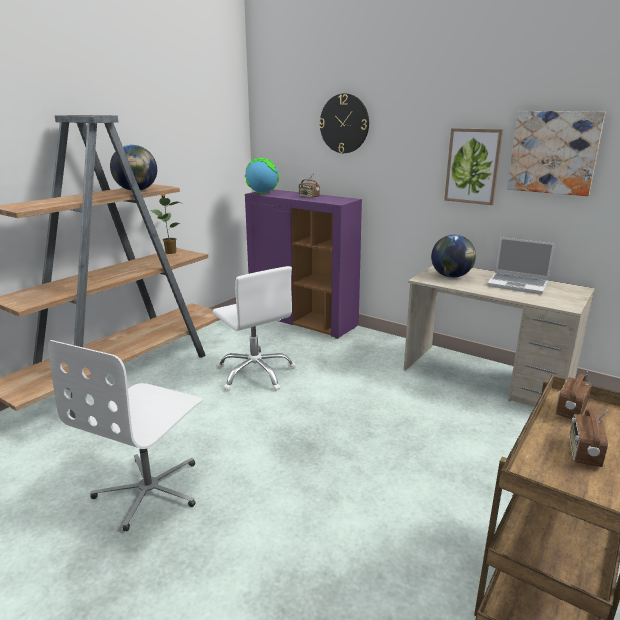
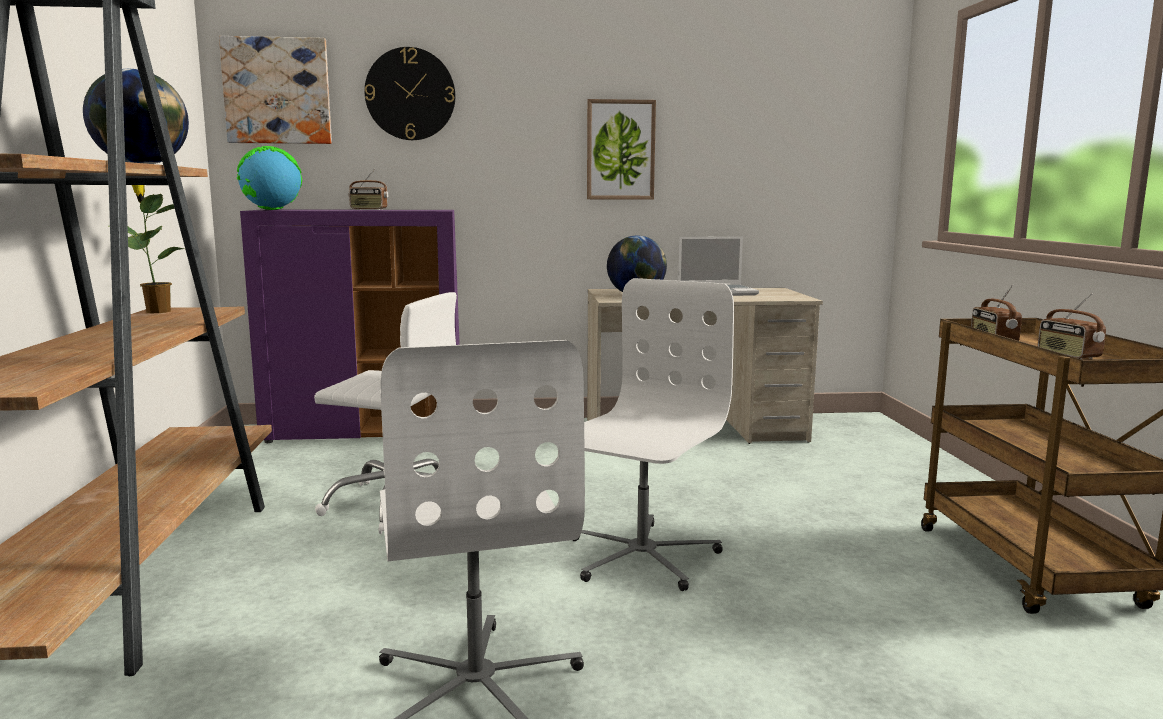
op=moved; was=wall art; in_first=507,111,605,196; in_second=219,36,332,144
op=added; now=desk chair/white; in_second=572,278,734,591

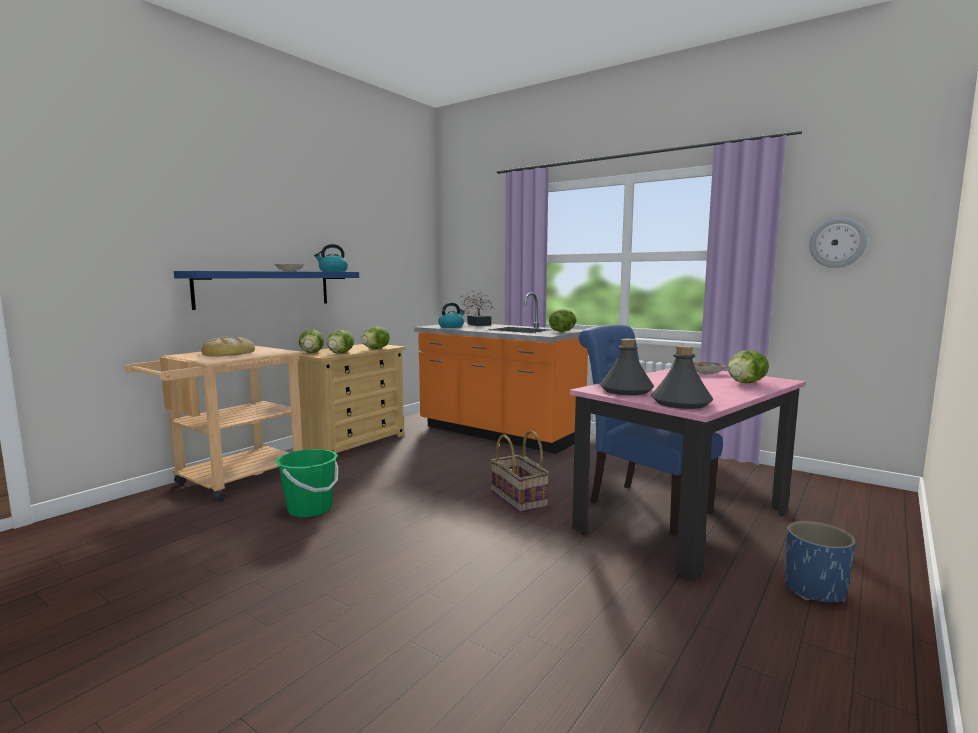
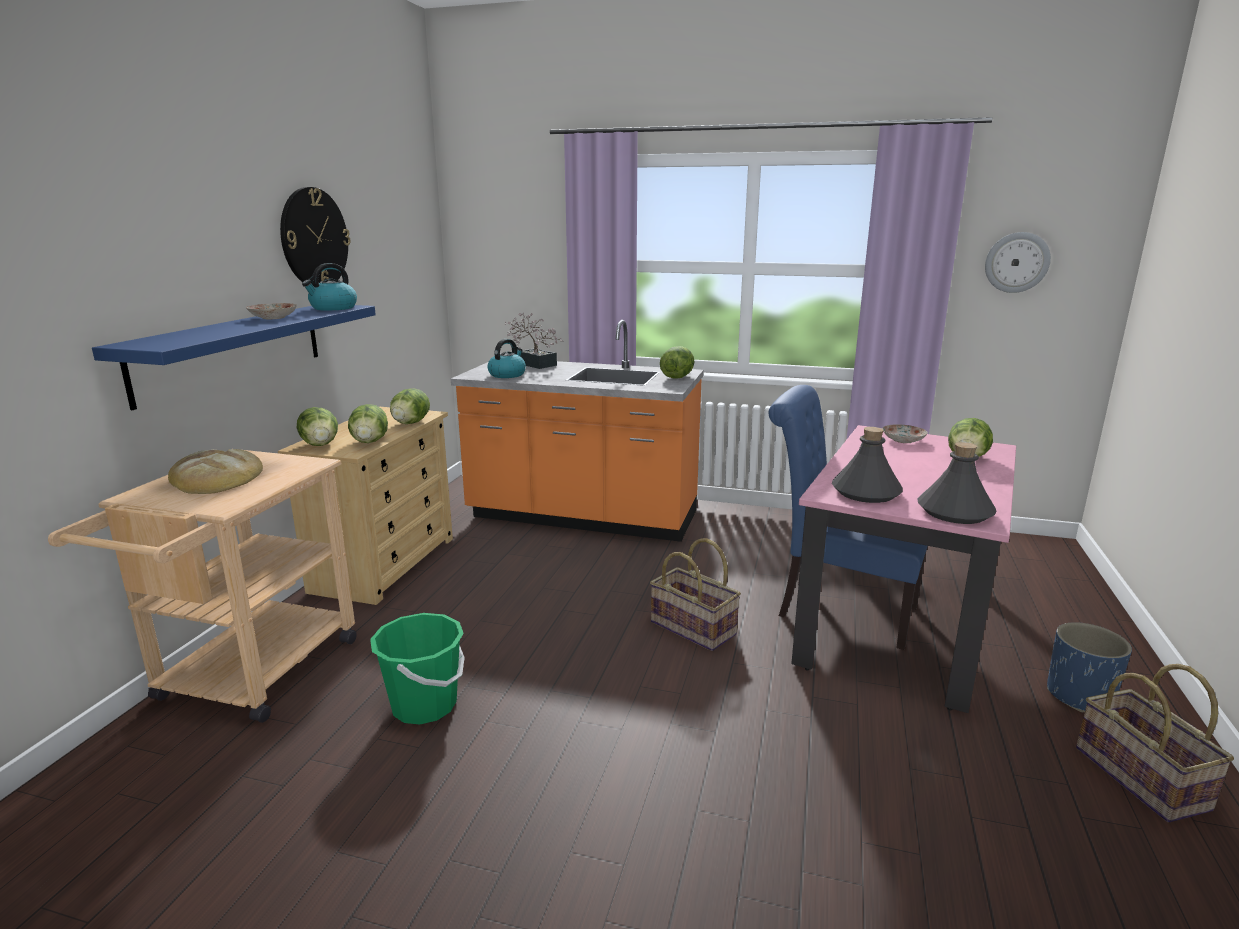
op=added; now=clock on the wall; in_second=280,187,351,286
op=added; now=storage basket; in_second=1076,664,1234,822

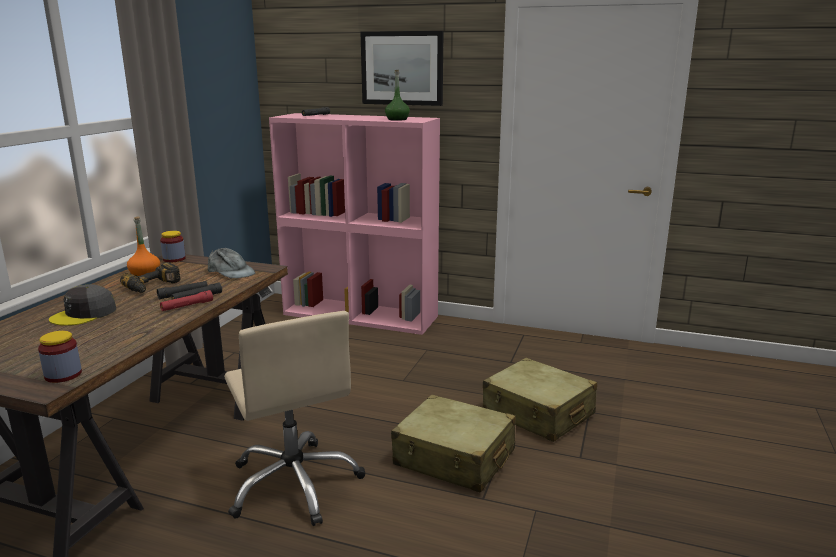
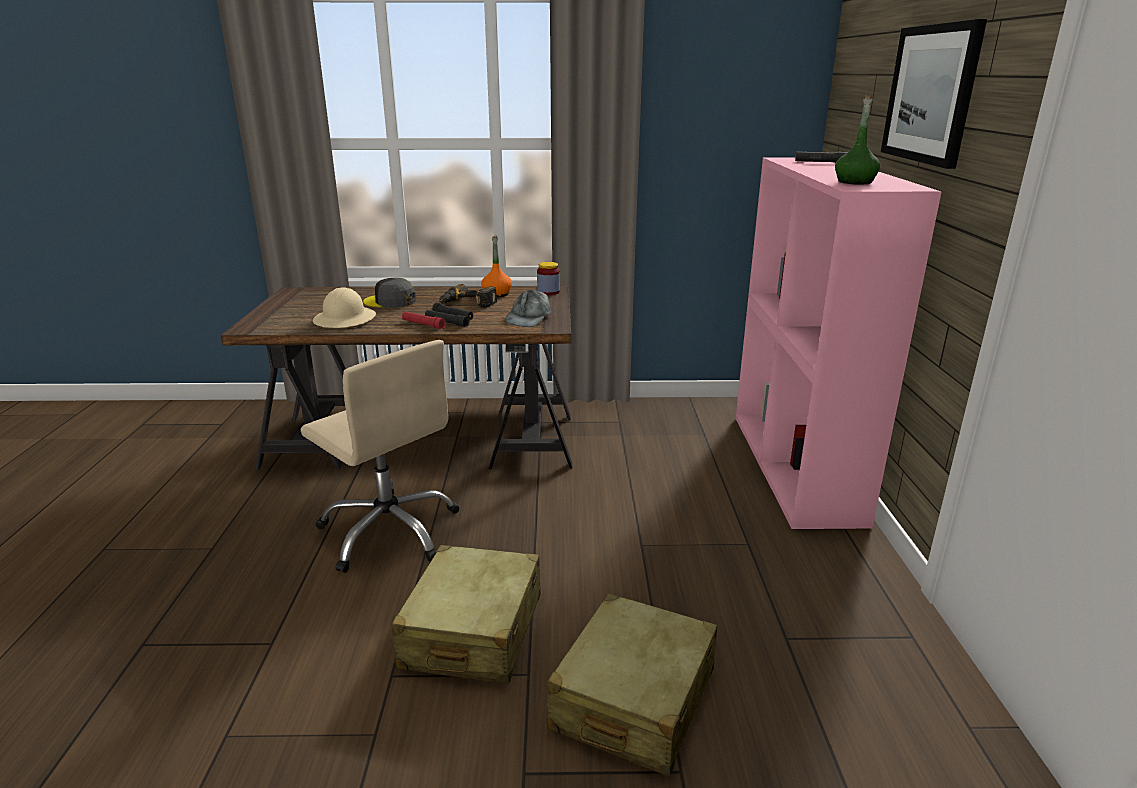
op=turned; was=desk chair/beige-coloured; in_first=224,311,365,526; in_second=301,340,459,573; clockwise=-90
op=added; now=work helmet/beige-coloured; in_second=313,287,376,328
op=removed; was=storage jar; in_first=38,331,82,383

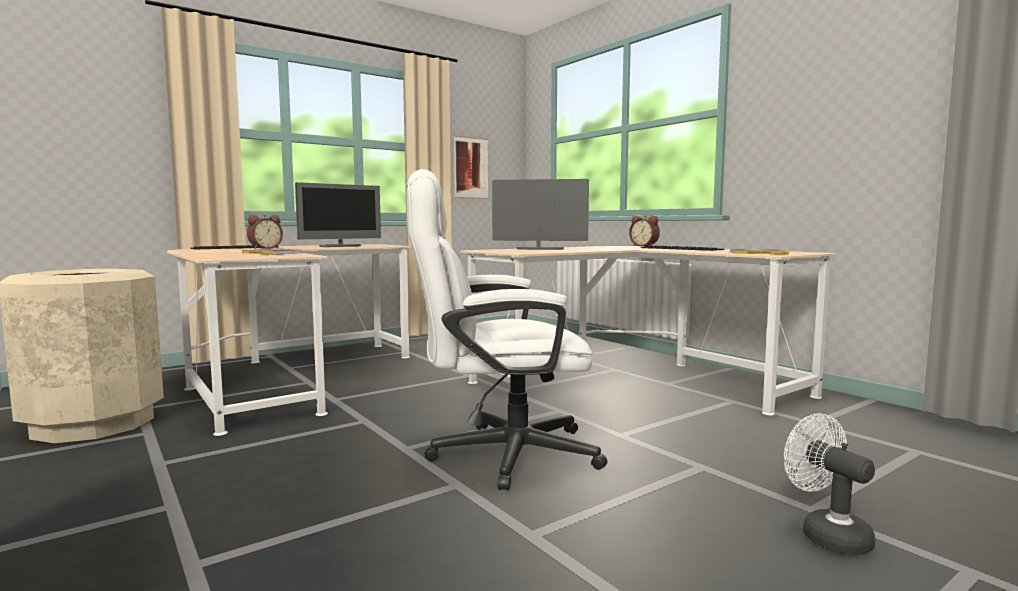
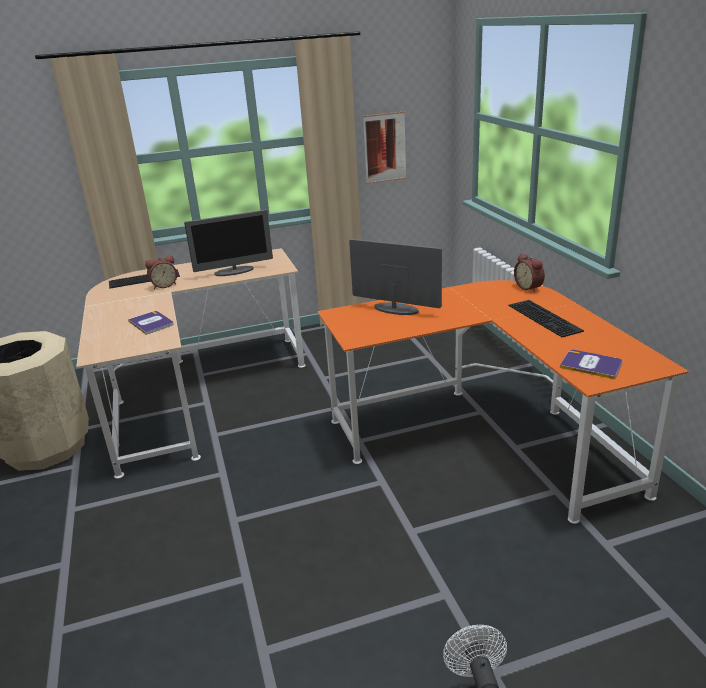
op=recoloured; was=desk table/beige-coloured; now=desk table/orange-coloured; in_first=461,246,837,416; in_second=318,280,689,524
op=removed; was=desk chair/white; in_first=406,169,607,491

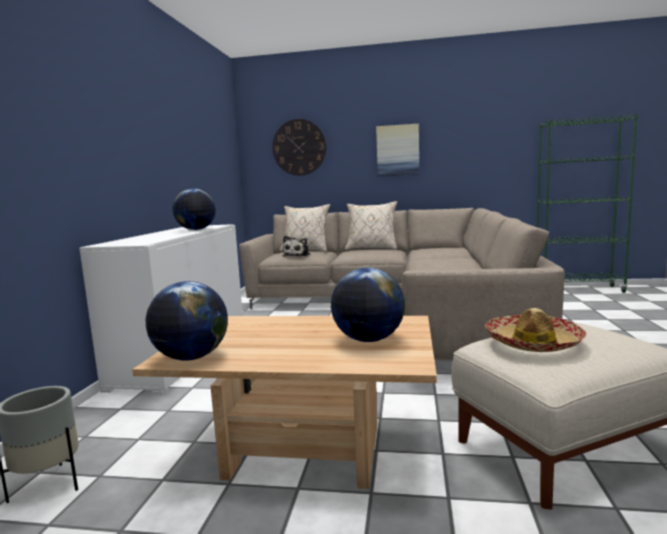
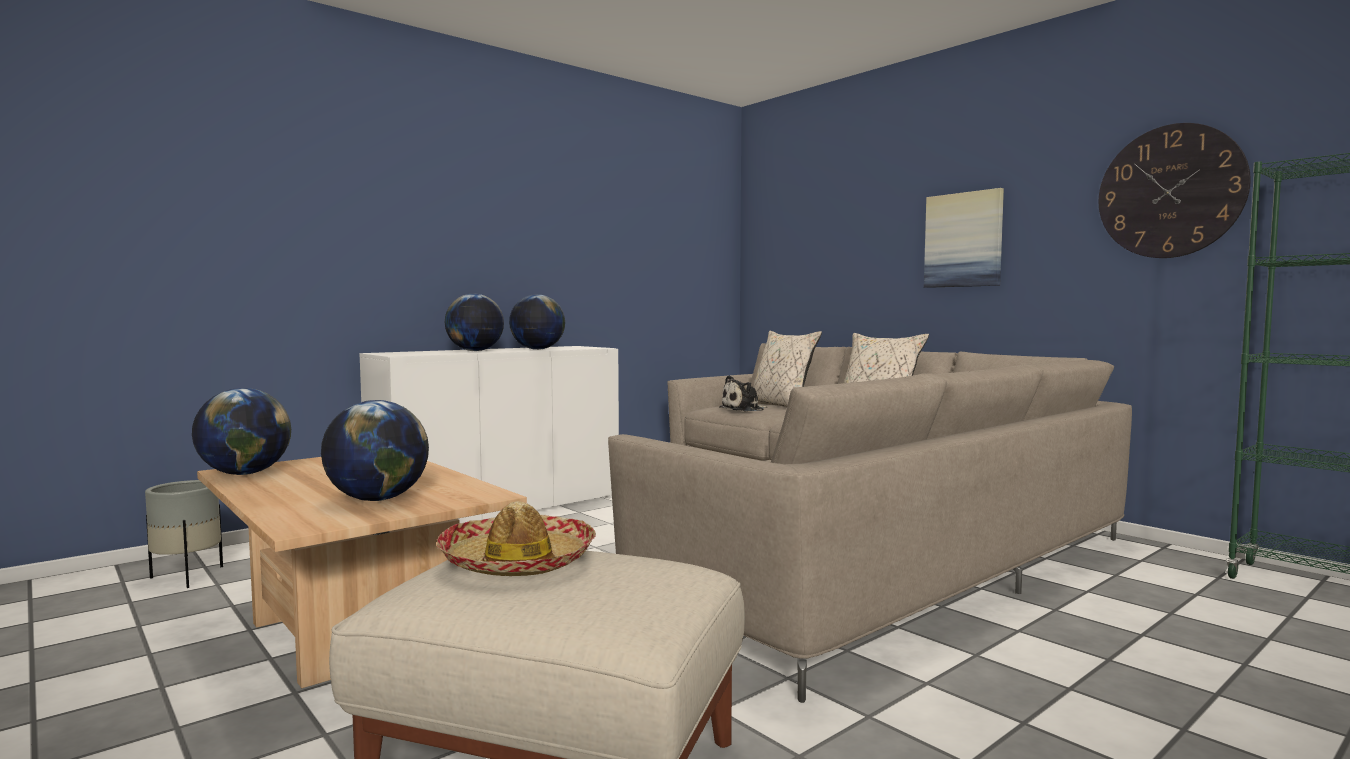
op=added; now=globe; in_second=445,294,504,351
op=moved; was=clock on the wall; in_first=272,119,326,176; in_second=1098,123,1251,258

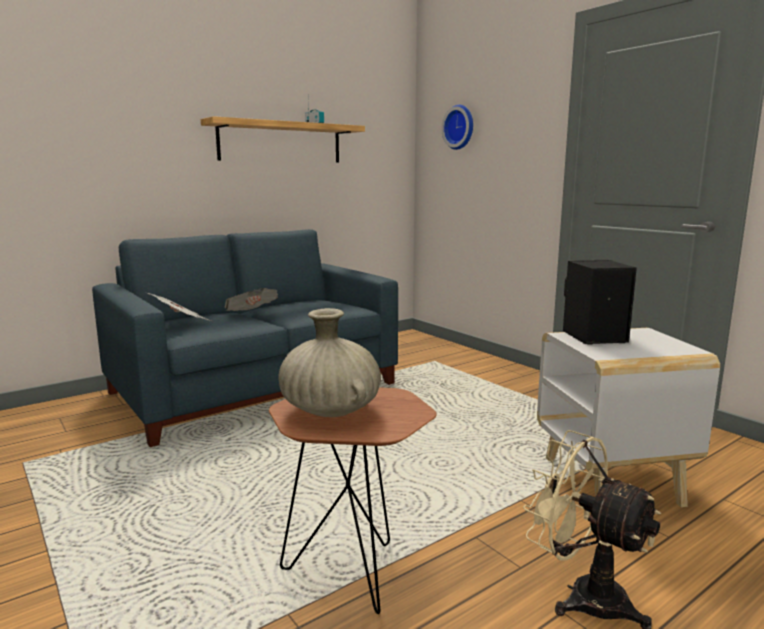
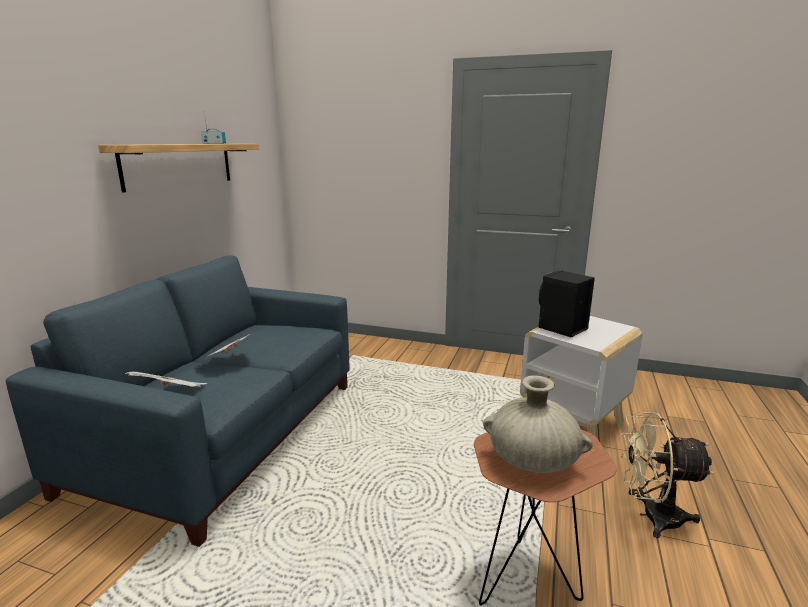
op=removed; was=clock on the wall; in_first=442,105,473,150

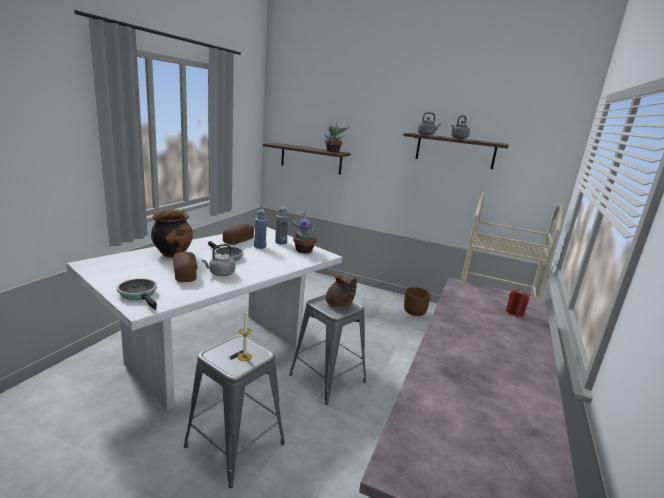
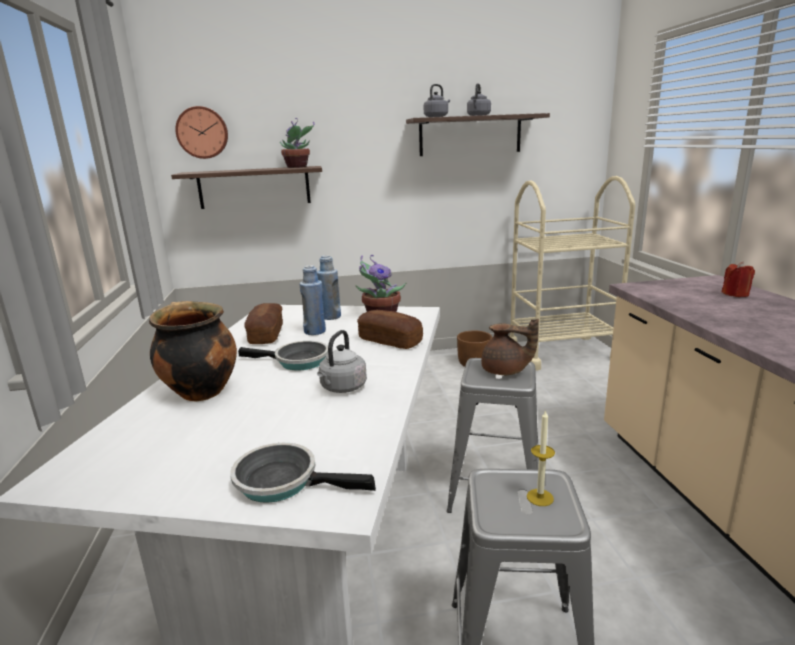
op=added; now=clock on the wall; in_second=175,106,228,159
op=moved; was=baked bread; in_first=173,252,198,282; in_second=357,310,423,349

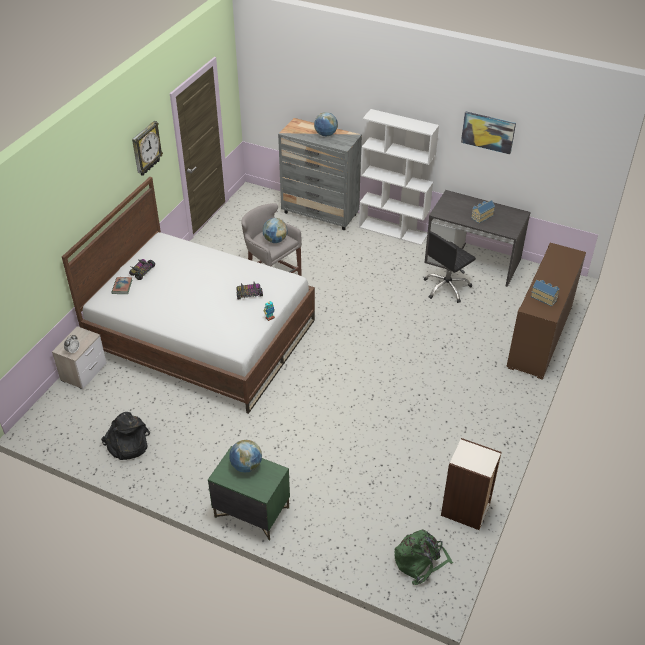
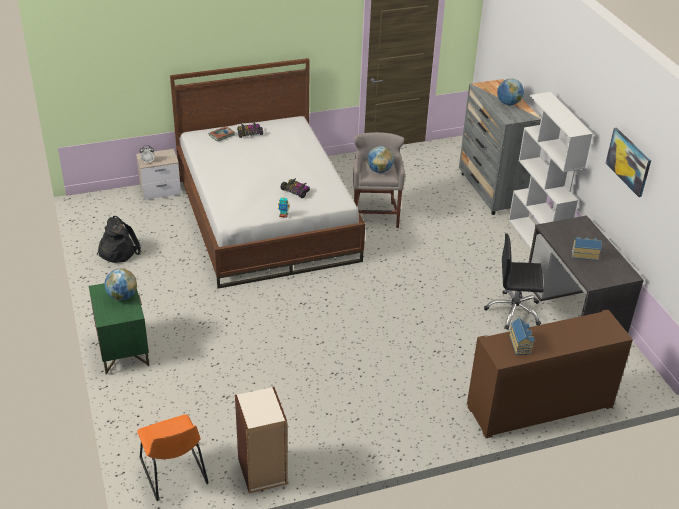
op=replaced; was=rucksack/greenish; now=plain chair/orange-coloured; in_first=394,530,453,585; in_second=137,414,209,501
op=removed; was=clock on the wall; in_first=132,121,163,176

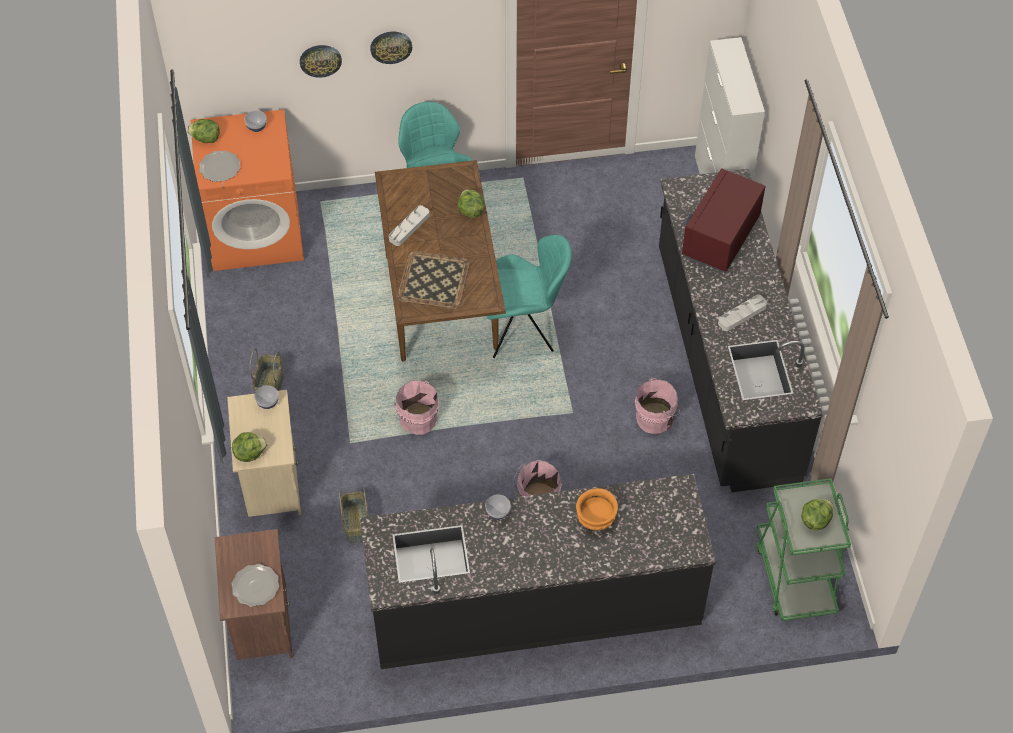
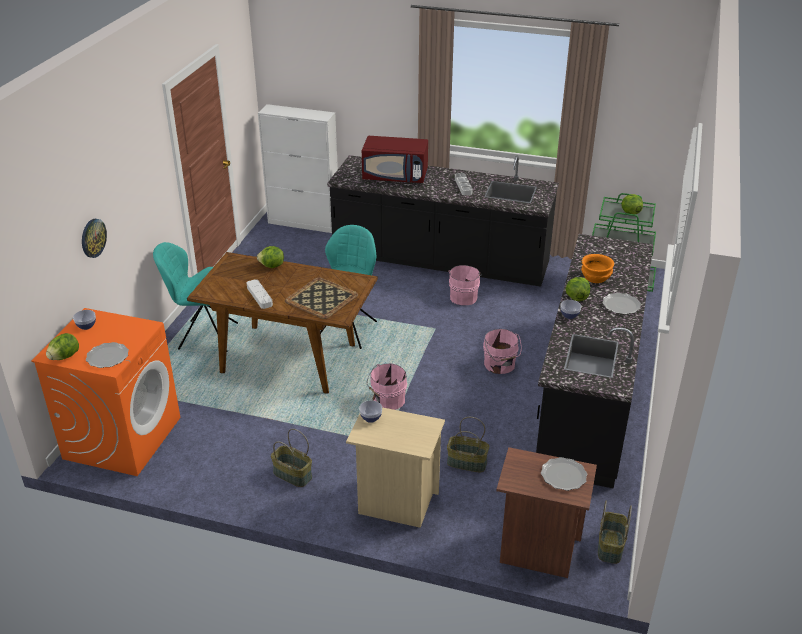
op=turned; was=kitchen microwave/reddish; in_first=682,168,765,273; in_second=362,136,428,183; clockwise=-45
op=moved; was=head of lettuce; in_first=232,432,267,462; in_second=565,277,590,301
op=added; now=storage basket; in_second=598,501,632,564
op=added; now=flat dish; in_second=602,293,641,314
op=removed; was=clock on the wall; in_first=370,31,412,64

